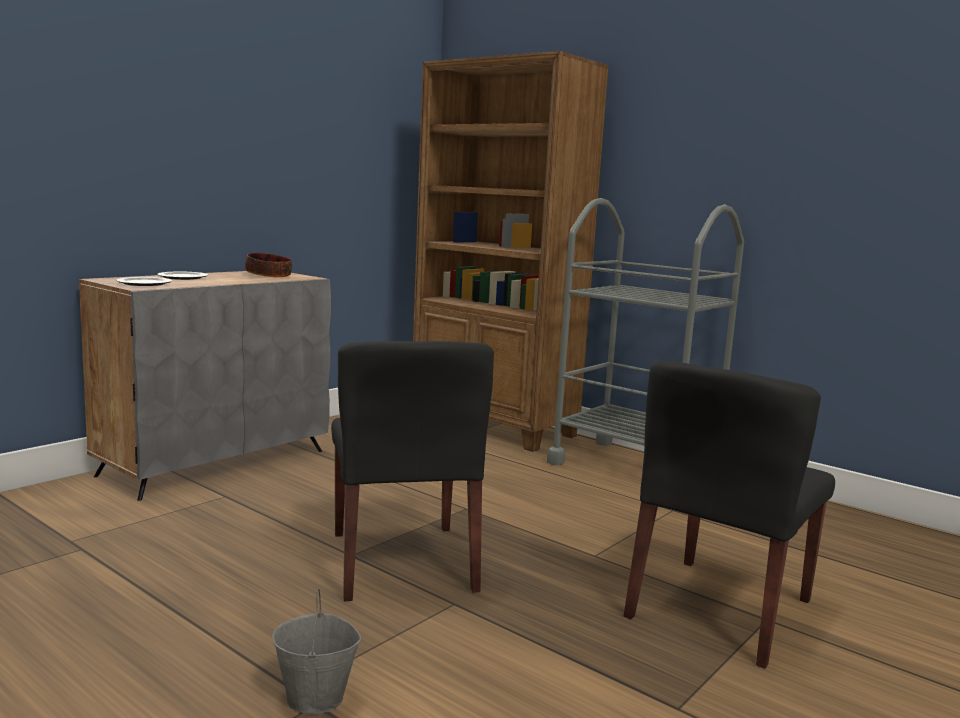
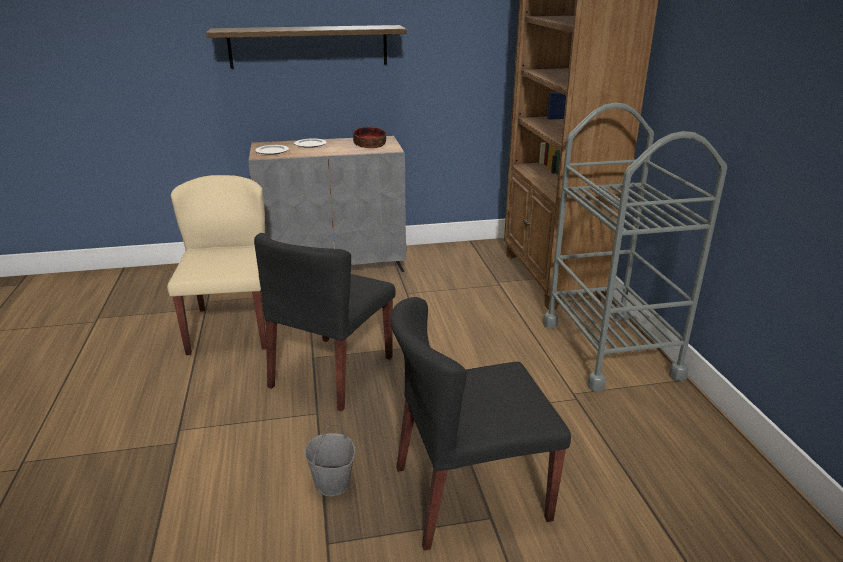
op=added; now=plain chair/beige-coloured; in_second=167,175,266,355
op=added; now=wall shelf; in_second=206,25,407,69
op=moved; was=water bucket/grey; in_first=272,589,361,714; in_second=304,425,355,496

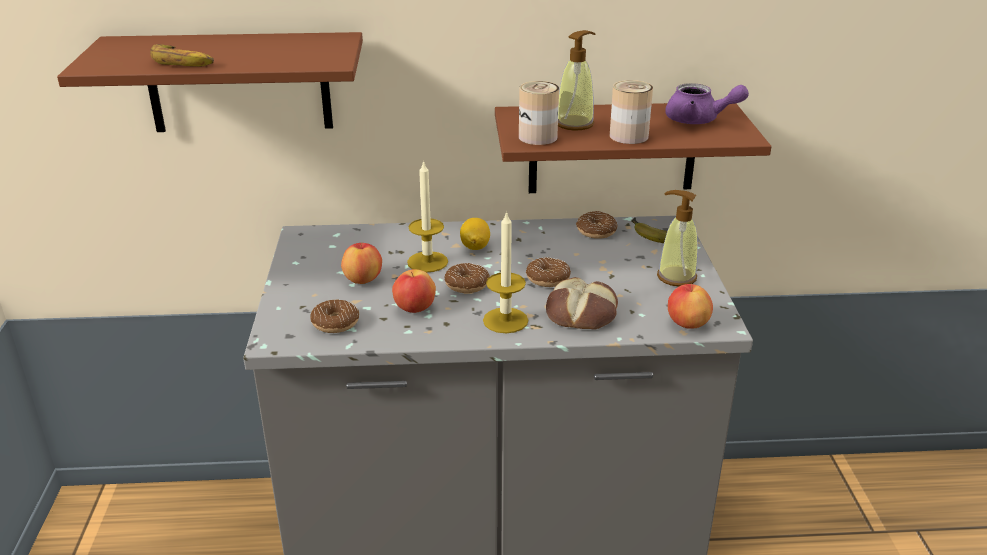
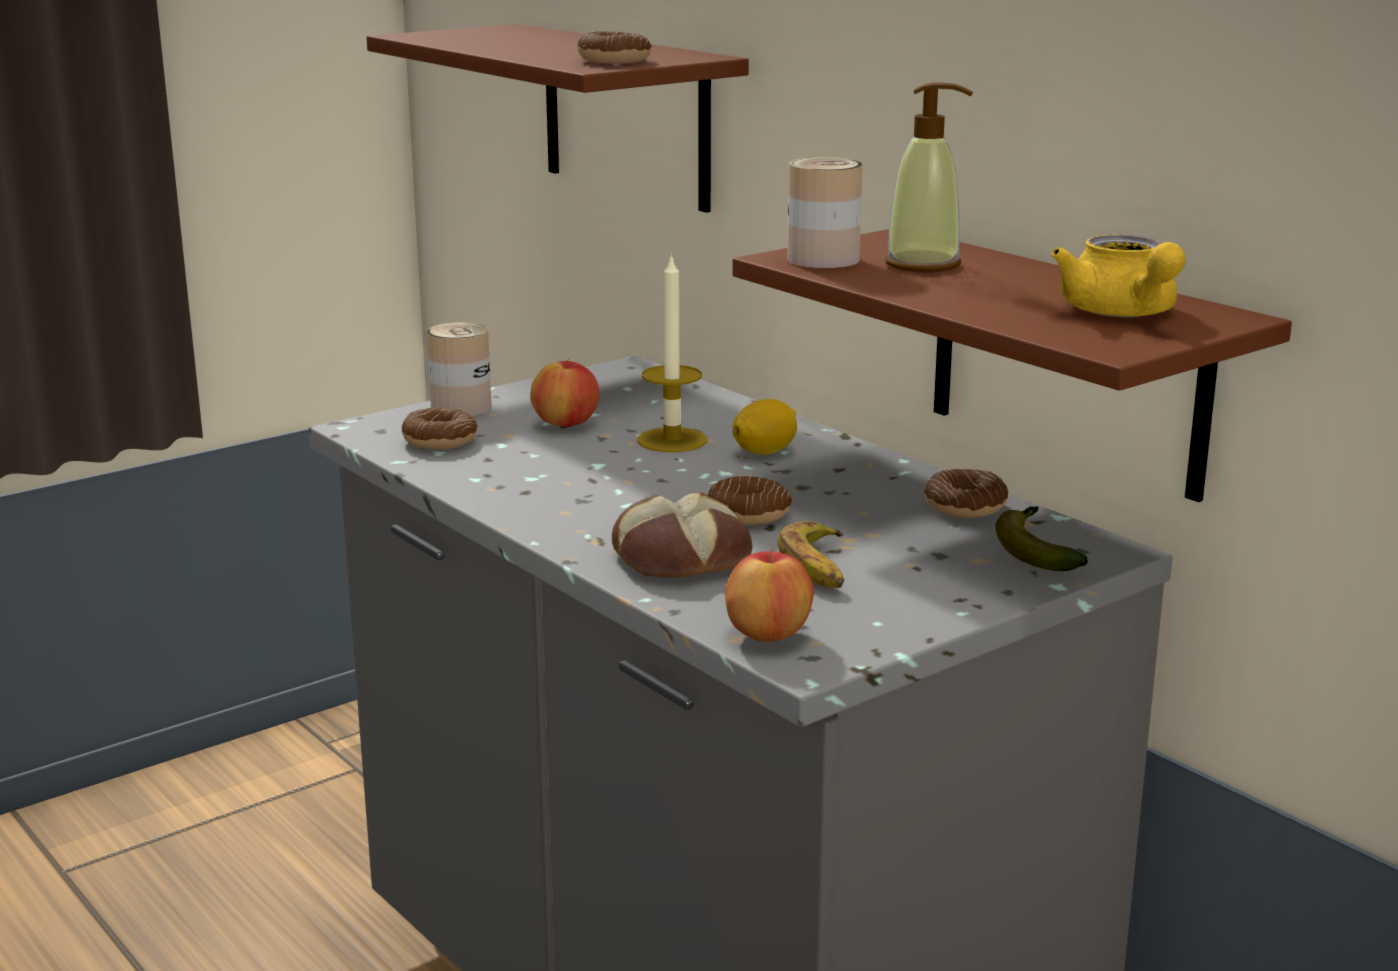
op=moved; was=can; in_first=610,80,653,144; in_second=427,322,492,416
op=moved; was=ring doughnut; in_first=444,263,490,293; in_second=577,31,652,64
op=moved; was=banana; in_first=150,44,214,67; in_second=778,521,844,588
op=recoloured; was=teapot/purple-coloured; now=teapot/yellow; in_first=665,83,749,124; in_second=1051,235,1186,317
op=removed; was=apple; in_first=392,269,436,313
op=removed; was=candle; in_first=483,211,528,333
op=removed; was=liquid soap bottle; in_first=657,190,698,287

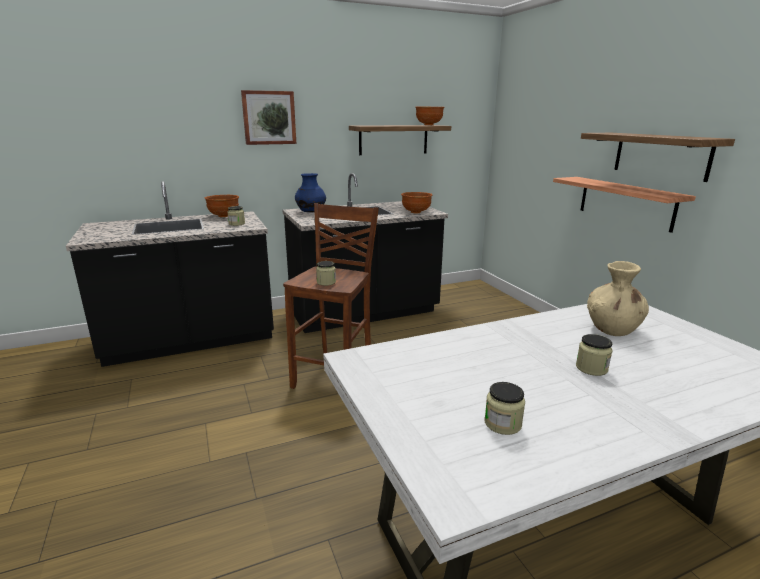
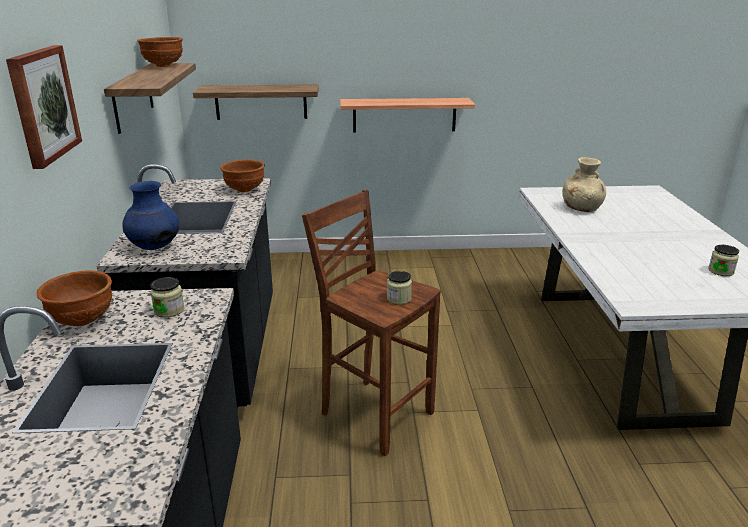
op=moved; was=wall shelf; in_first=581,133,735,182; in_second=193,84,319,120
op=removed; was=storage jar; in_first=576,334,612,376

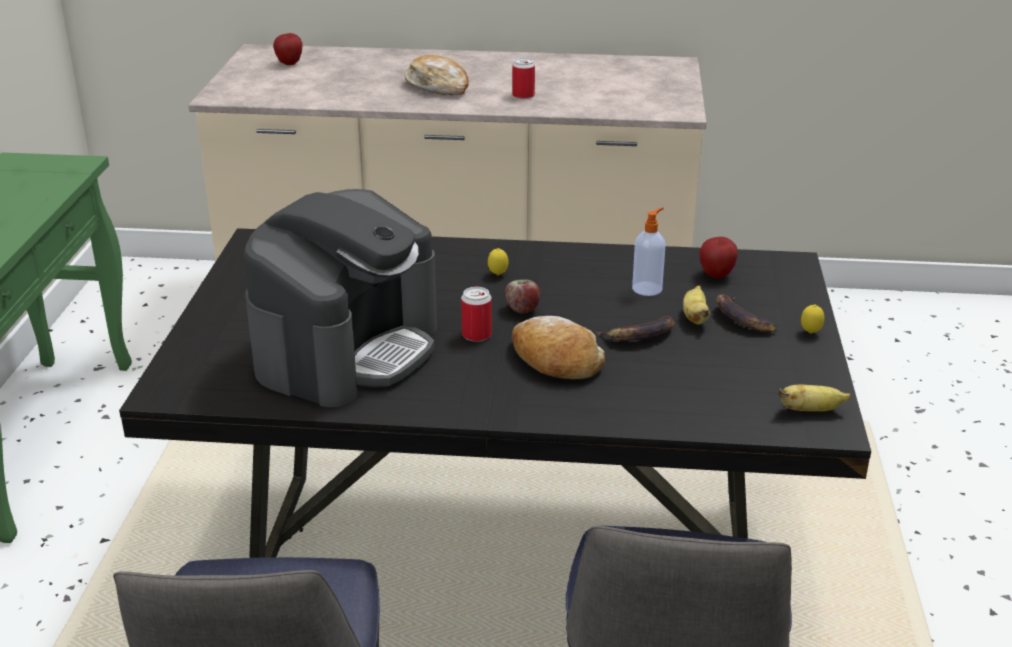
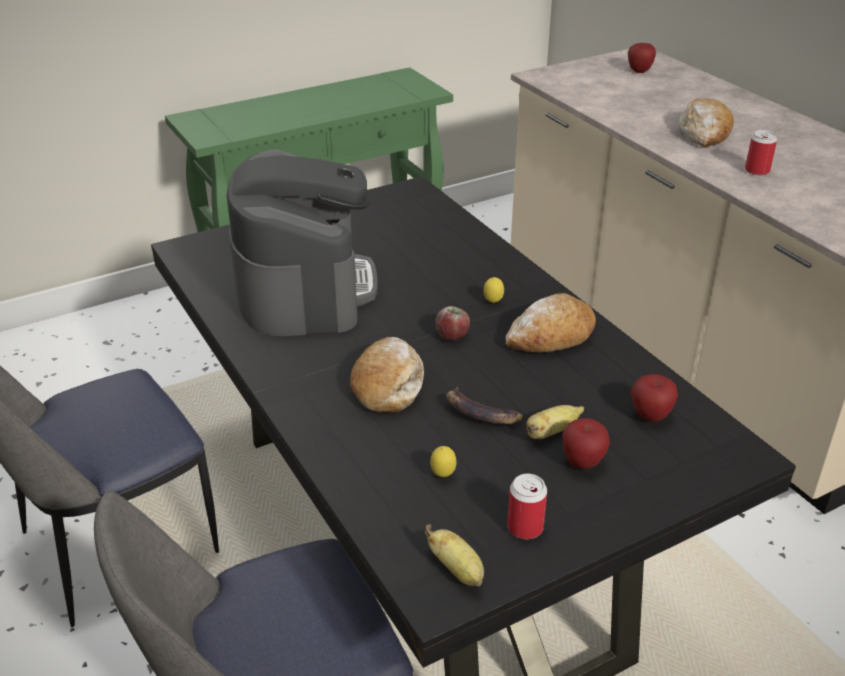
op=turned; was=coffee machine; in_first=244,189,437,407; in_second=227,149,378,336; clockwise=-90
op=moved; was=lemon; in_first=801,305,824,334; in_second=430,446,457,477
op=added; now=baked bread; in_second=506,293,596,353
op=moved; was=can; in_first=461,287,492,342; in_second=507,474,547,539
op=replaced; was=banana; now=apple; in_first=716,294,777,333; in_second=562,418,610,469
op=removed; was=liquid soap bottle; in_first=632,207,666,296

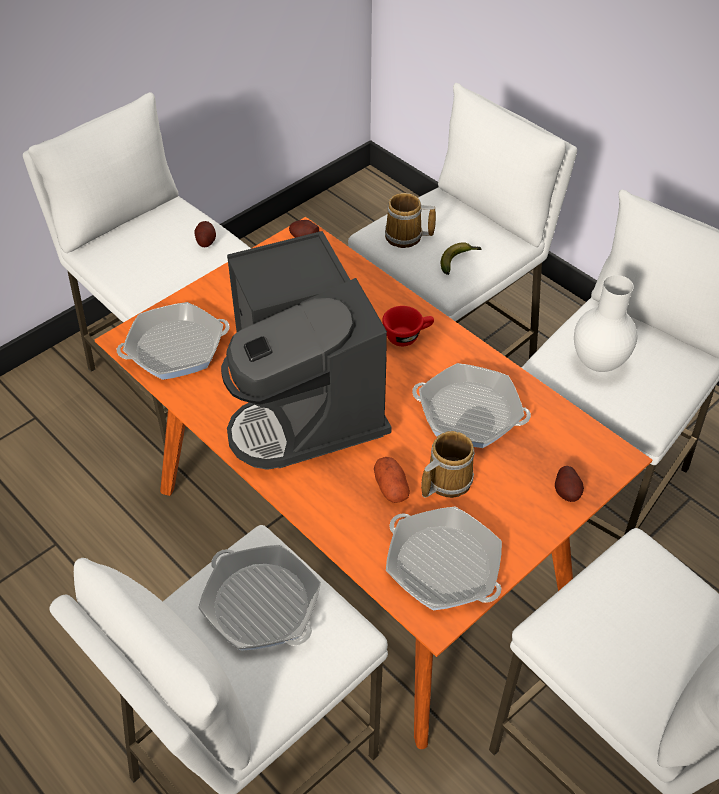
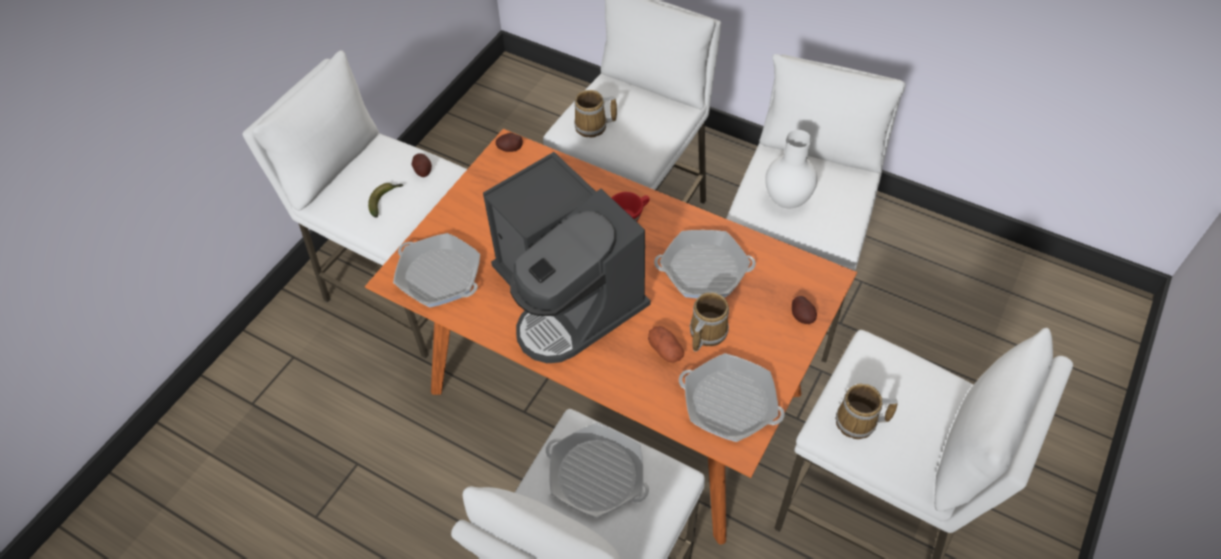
op=moved; was=banana; in_first=441,242,482,275; in_second=368,183,403,218
op=turned; was=frying pan; in_first=117,302,230,380; in_second=393,233,480,308; clockwise=75
op=added; now=mug; in_second=835,384,898,439

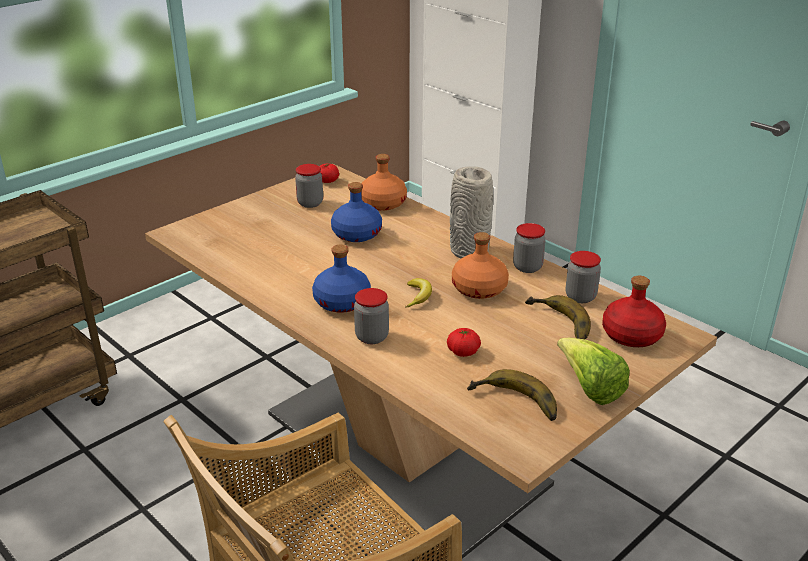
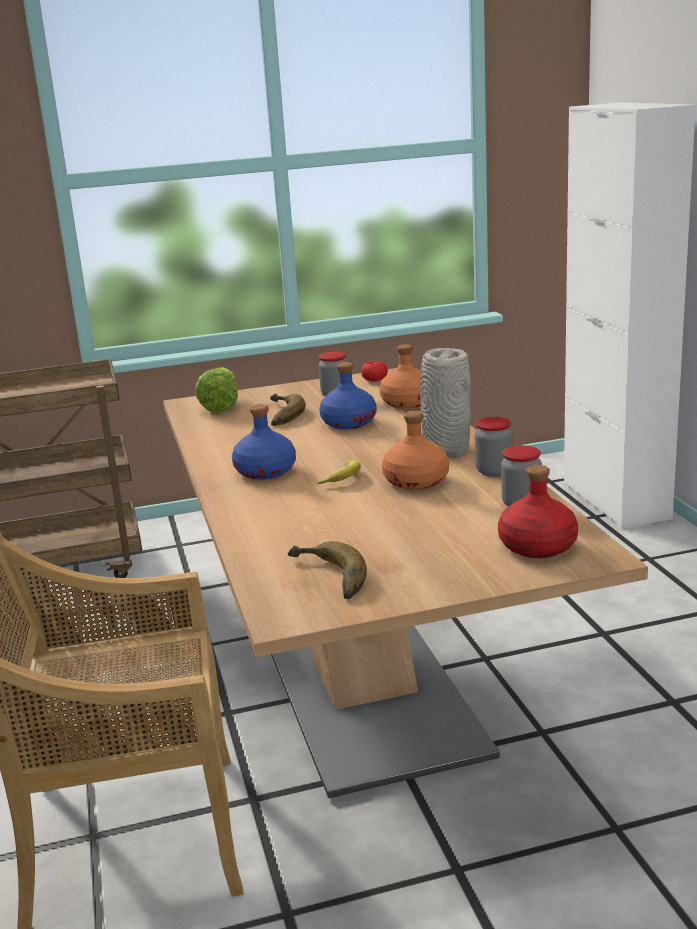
op=moved; was=head of lettuce; in_first=557,338,630,405; in_second=195,367,238,412
op=moved; was=banana; in_first=525,295,591,340; in_second=270,394,306,426
op=removed; was=storage jar; in_first=354,288,389,344
op=removed; was=tomato; in_first=447,328,481,357

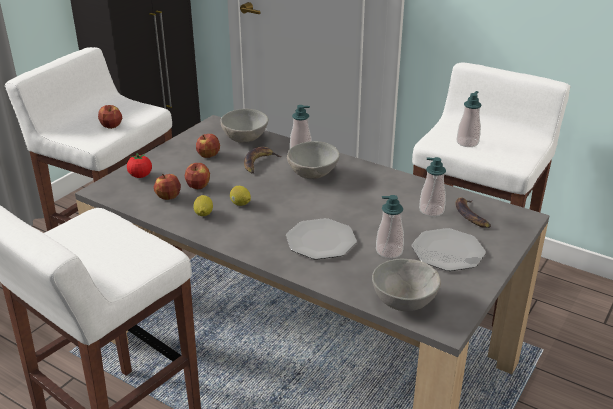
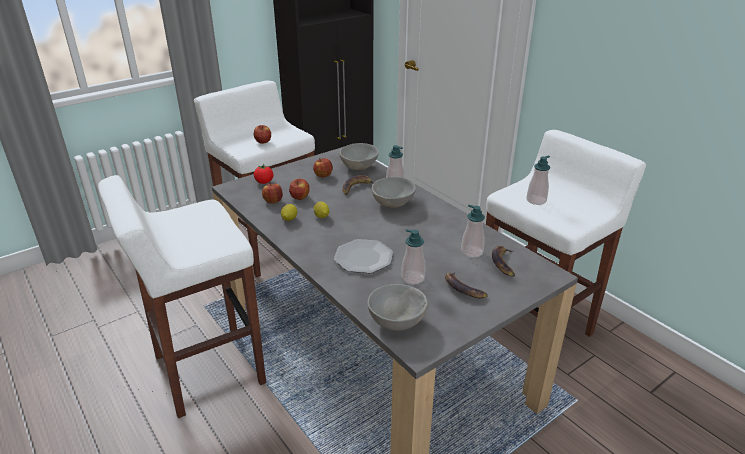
op=replaced; was=flat dish; now=banana; in_first=412,228,486,271; in_second=445,272,488,299

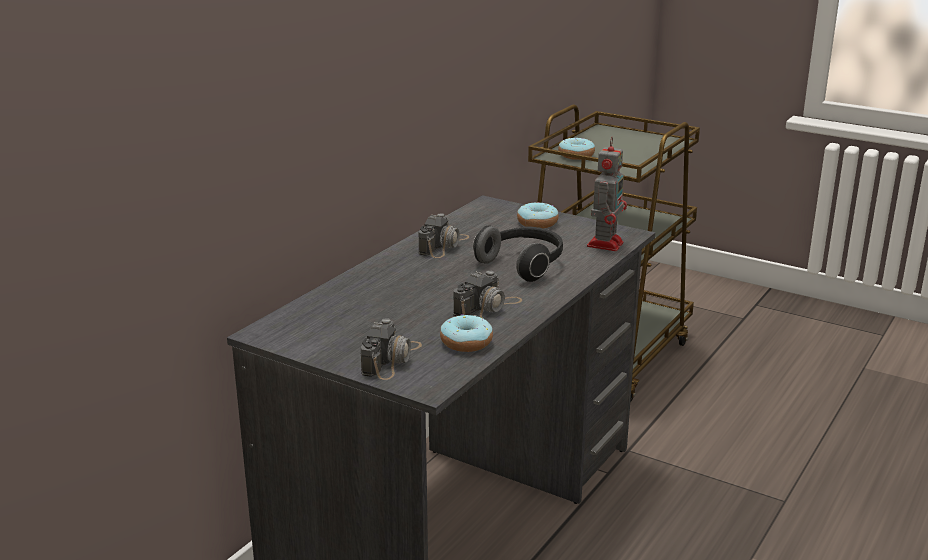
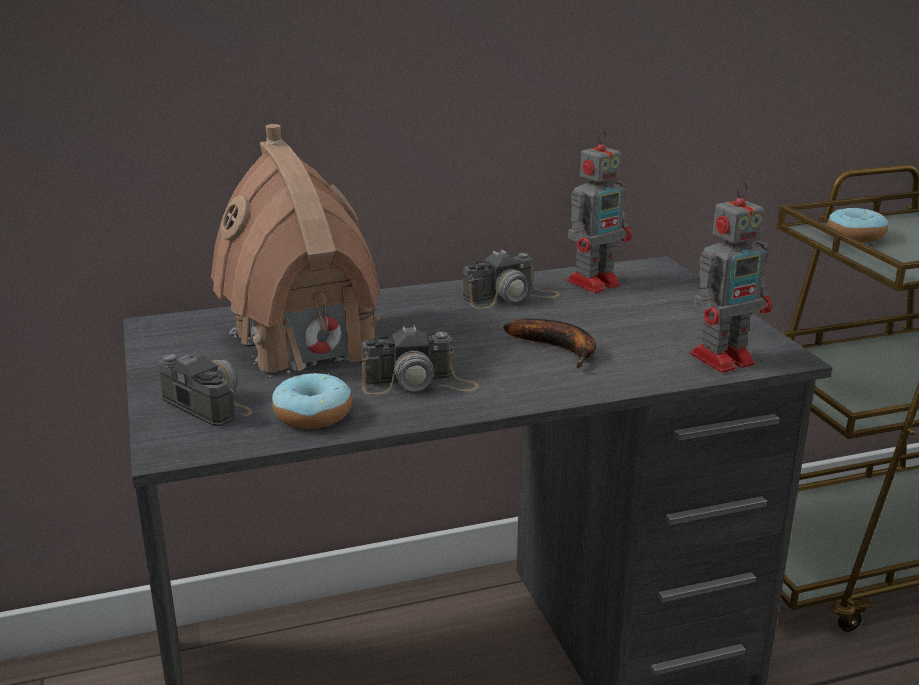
op=turned; was=photo camera; in_first=361,318,422,380; in_second=159,353,252,426; clockwise=-105
op=added; now=miniature house; in_second=211,124,381,377
op=replaced; was=headphones; now=banana; in_first=473,225,563,282; in_second=503,318,596,368
op=added; now=robot figure; in_second=567,130,632,293
op=removed; was=ring doughnut; in_first=517,202,559,228

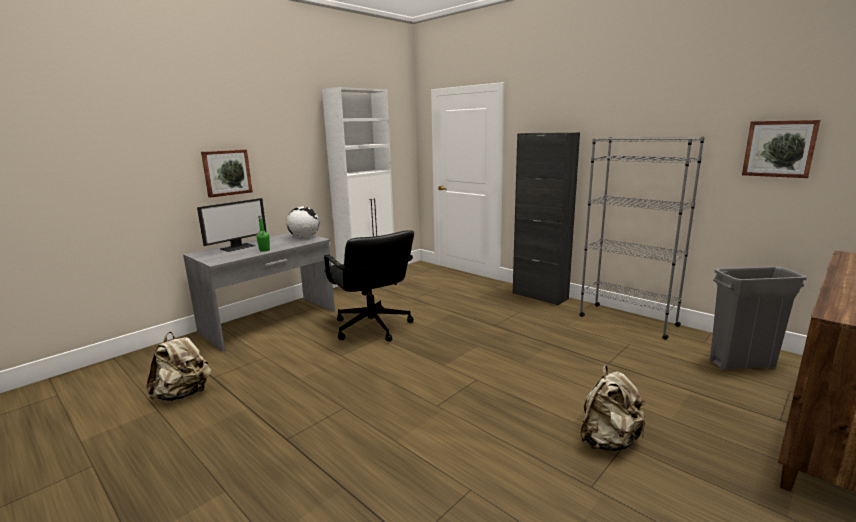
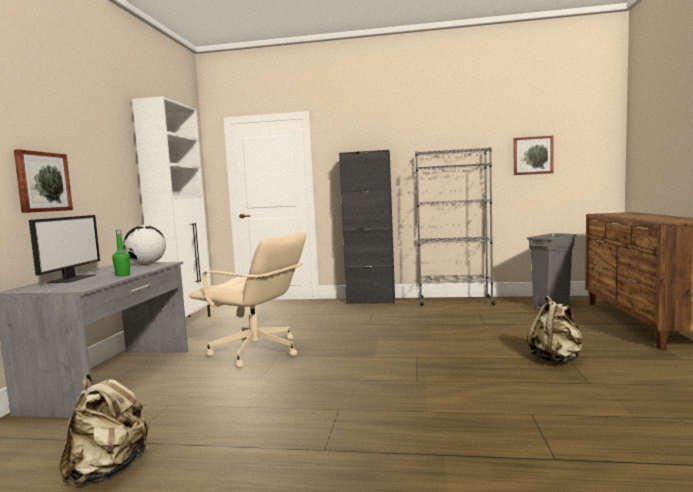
op=recoloured; was=desk chair/blackish; now=desk chair/beige-coloured; in_first=324,230,414,341; in_second=189,232,306,368

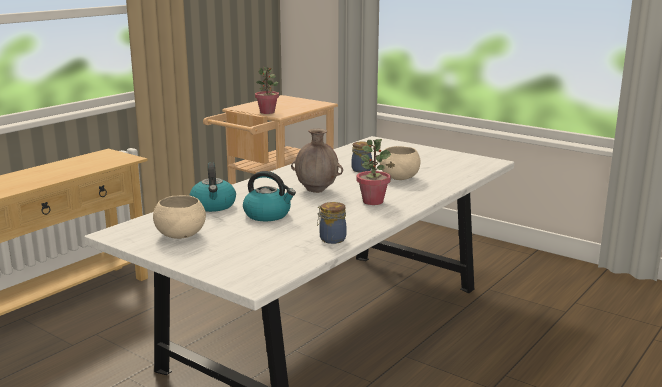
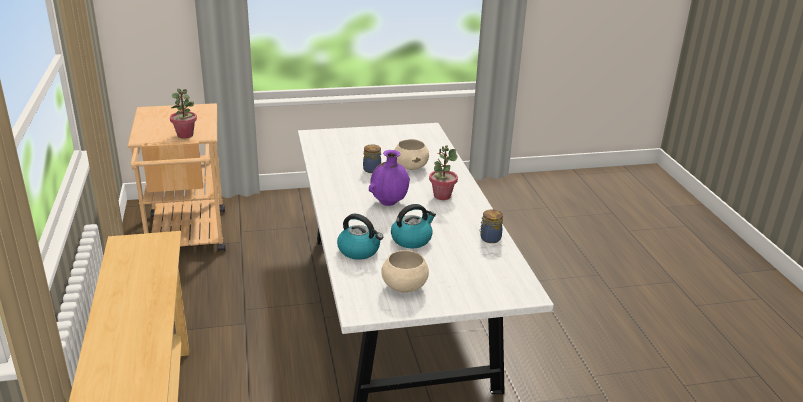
op=recoloured; was=decorative vase/brown; now=decorative vase/purple-coloured; in_first=291,129,343,193; in_second=369,150,410,206

